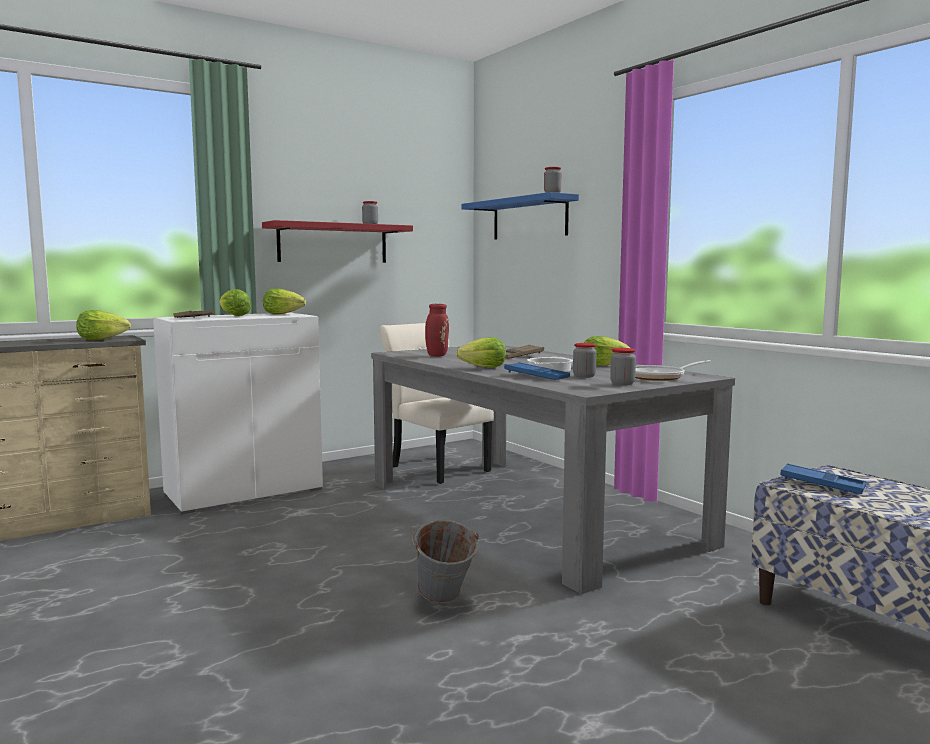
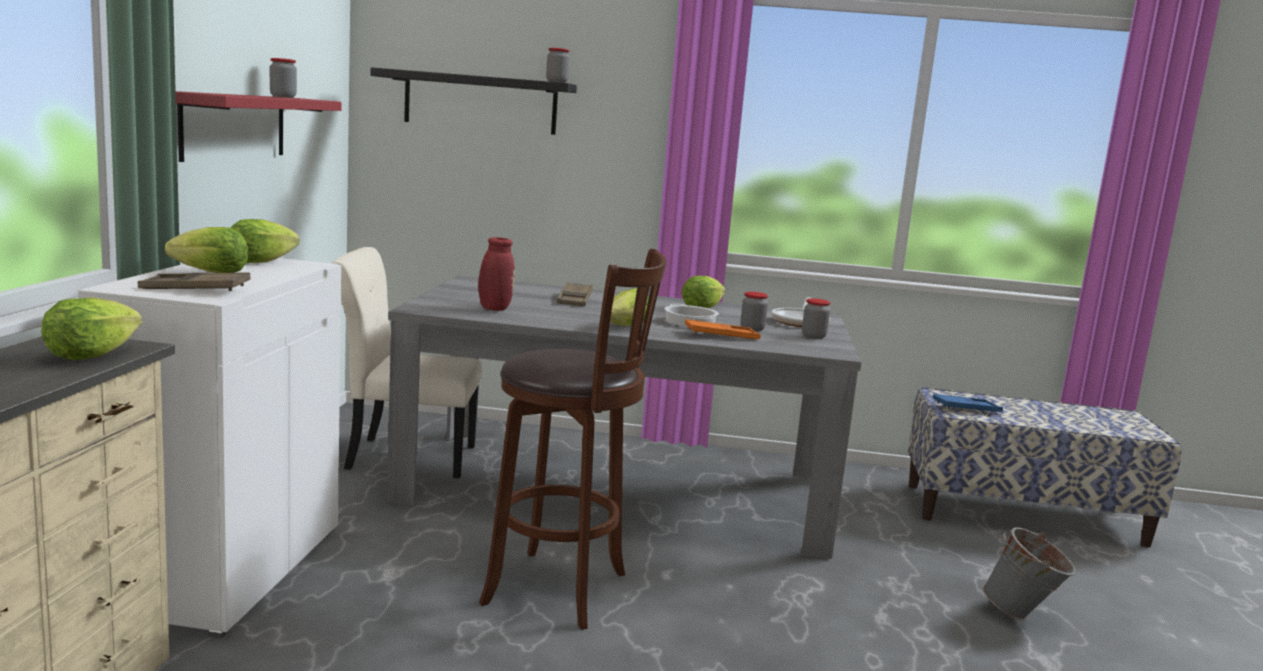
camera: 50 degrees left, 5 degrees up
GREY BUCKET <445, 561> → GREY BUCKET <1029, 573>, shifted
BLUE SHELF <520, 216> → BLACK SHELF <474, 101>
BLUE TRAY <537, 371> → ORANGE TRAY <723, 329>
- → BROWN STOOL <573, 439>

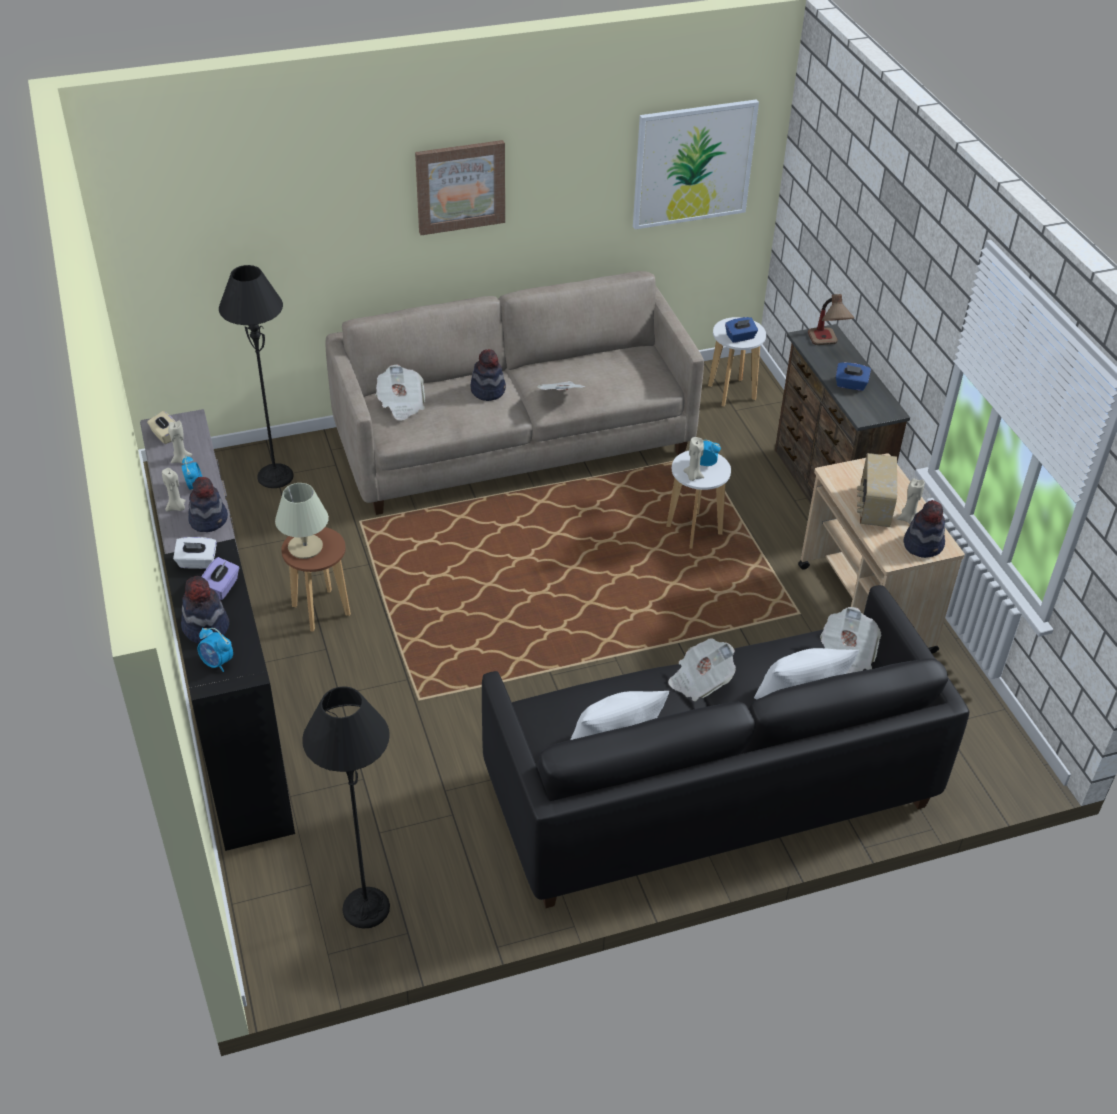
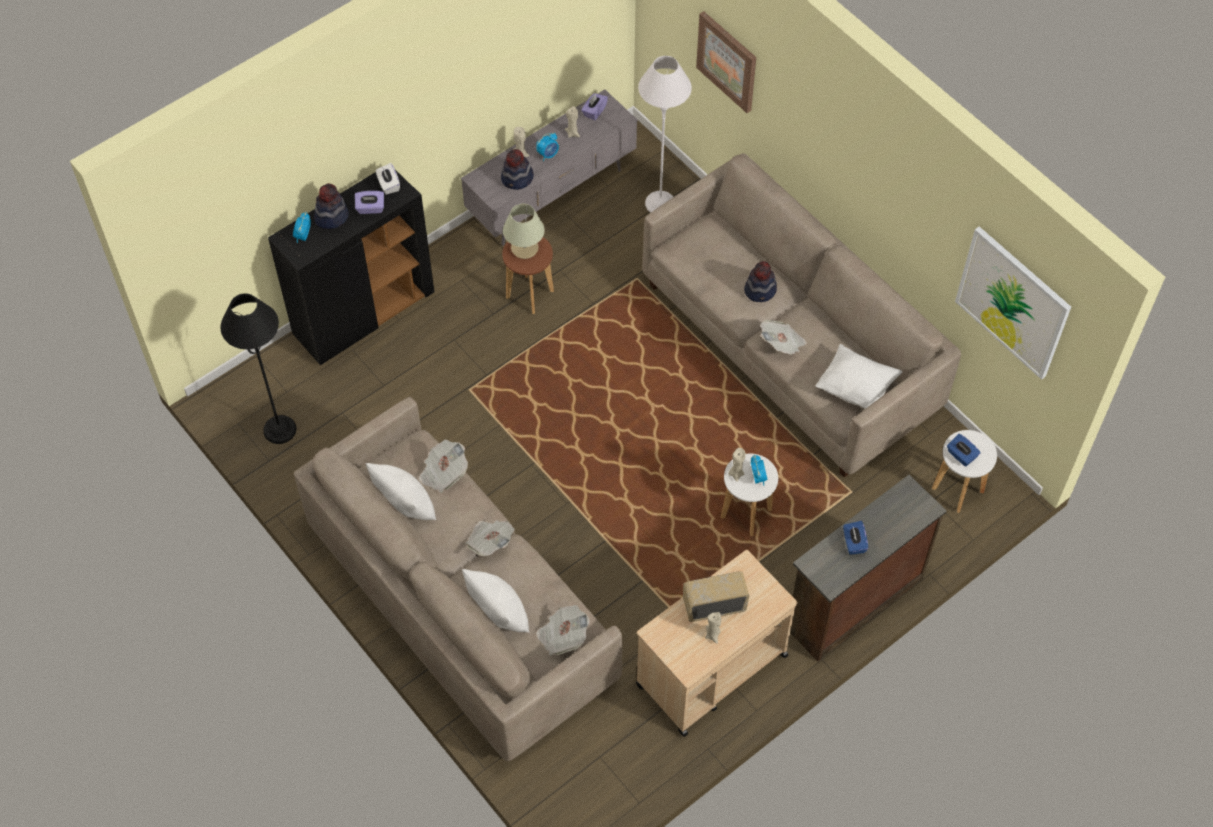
camera: 70 degrees right, 15 degrees up
BEIGE TISSUE BOX <161, 427> → PURPLE TISSUE BOX <594, 107>
BLACK FLOOR LAMP <256, 376> → WHITE FLOOR LAMP <665, 134>
NEWSPAPER <400, 393> → NEWSPAPER <443, 466>, shifted
PICTURE <460, 187> → PICTURE <726, 62>, shifted
BLACK SOFA <725, 746> → BEIGE SOFA <458, 579>
TABLE LAMP <831, 319> → -
HAT <924, 529> → -
- → WHITE PILLOW <859, 376>

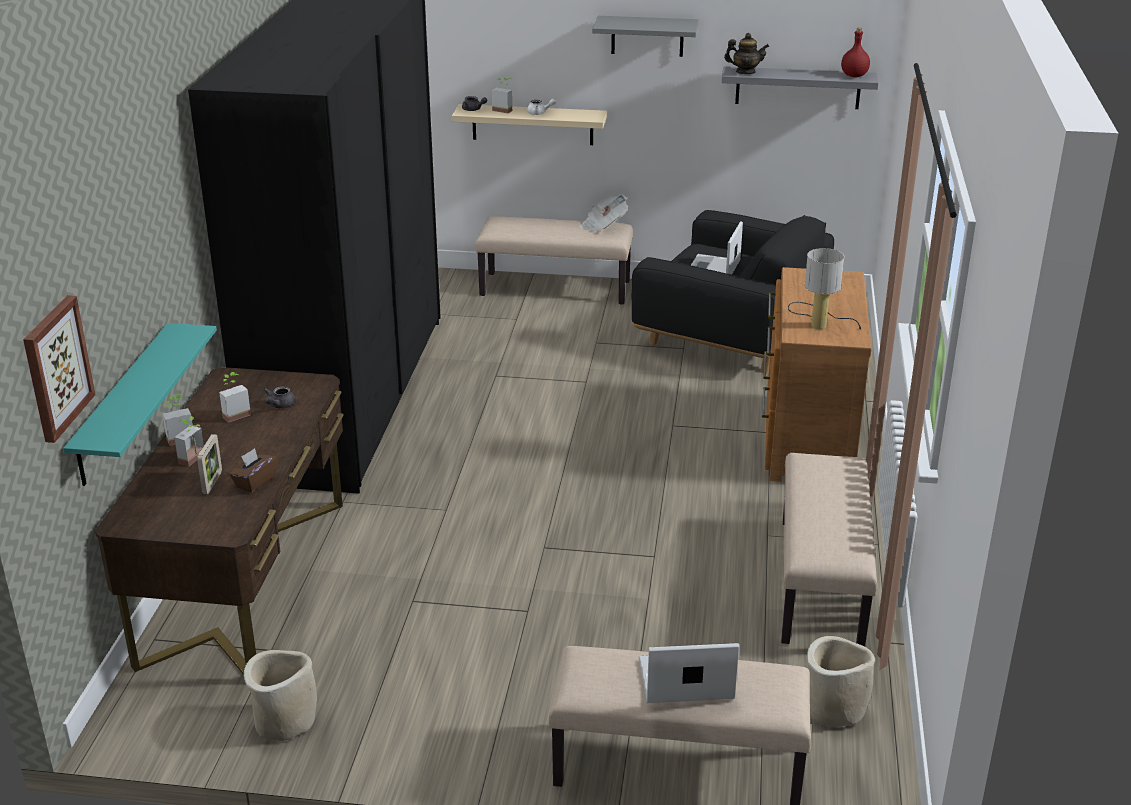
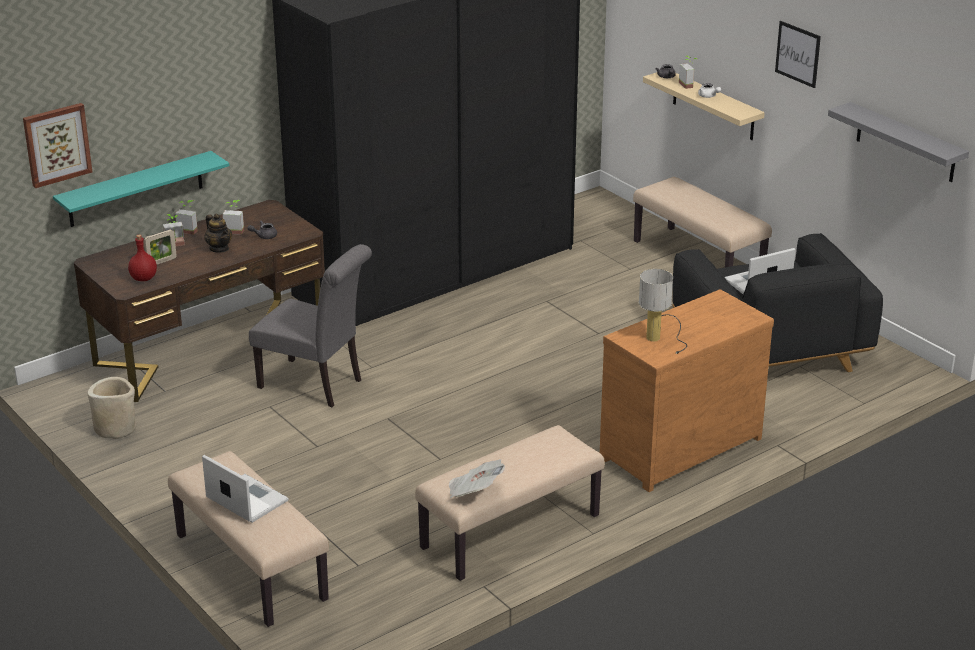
camera: 45 degrees right, 0 degrees up
BROWN TISSUE BOX <253, 470> → -
NEWSPAPER <603, 214> → NEWSPAPER <477, 478>, shifted
GREY SHELF <645, 36> → PICTURE <798, 54>
TEAPOT <746, 53> → TEAPOT <218, 233>, shifted
BEIGE PLANTER <841, 682> → -
RED BOTTLE <855, 52> → RED BOTTLE <142, 258>, shifted
- → GREY CHAIR <310, 325>

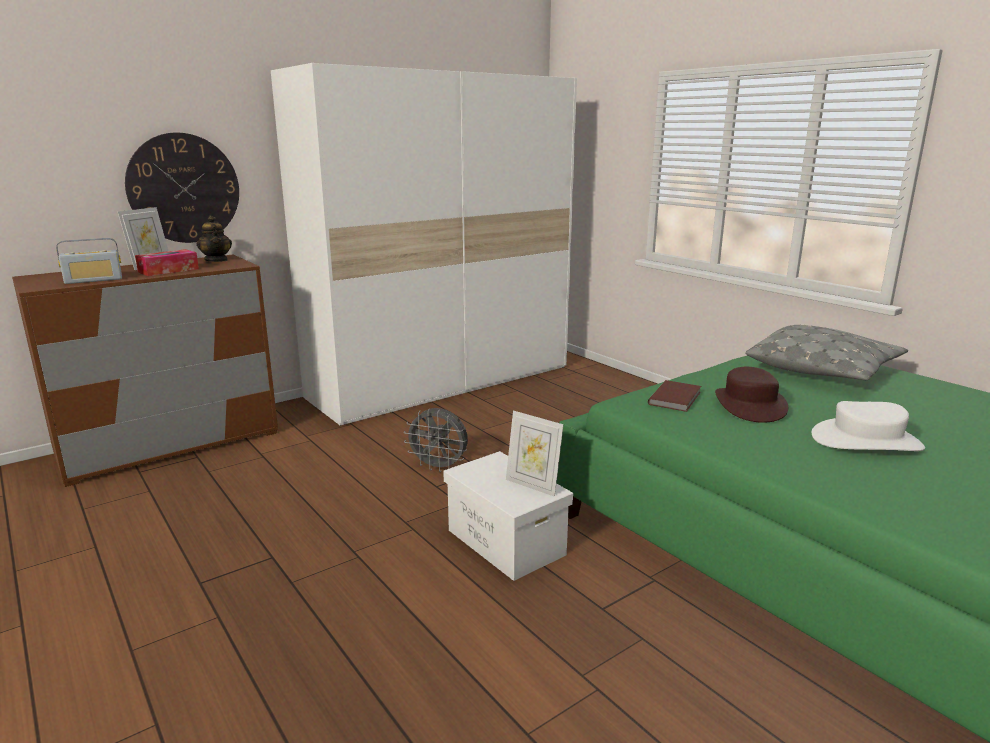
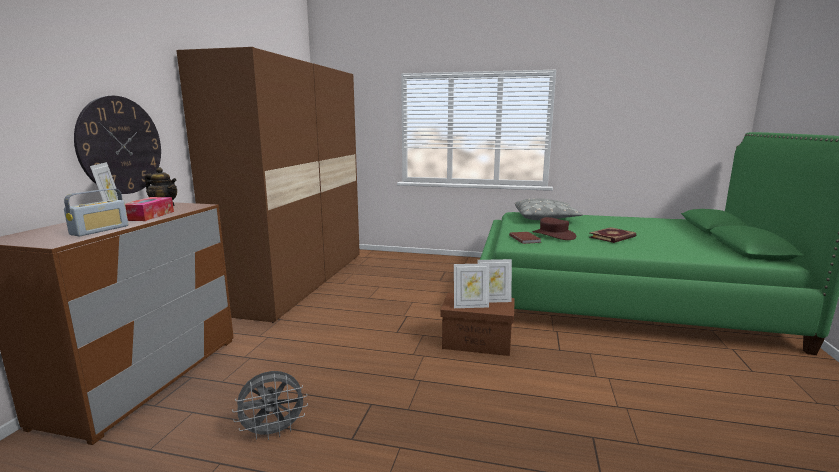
camera: 40 degrees left, 5 degrees down
WHITE WARDROBE <424, 244> → BROWN WARDROBE <268, 185>
GREY FAN <436, 440> → GREY FAN <270, 405>, shifted
WHITE STORAGE BOX <508, 516> → BROWN STORAGE BOX <477, 324>
WHITE HAT <868, 426> → BOOK <612, 235>
- → PICTURE FRAME <471, 285>

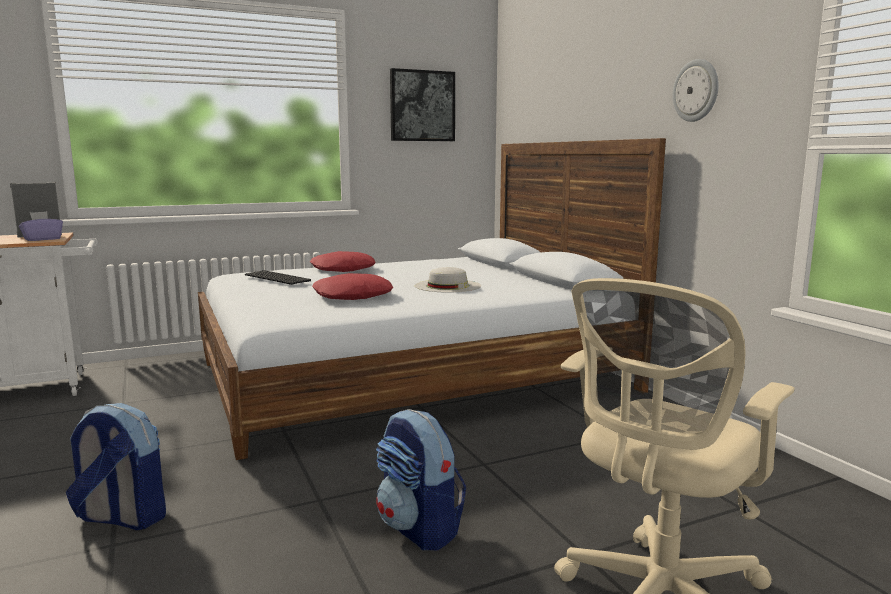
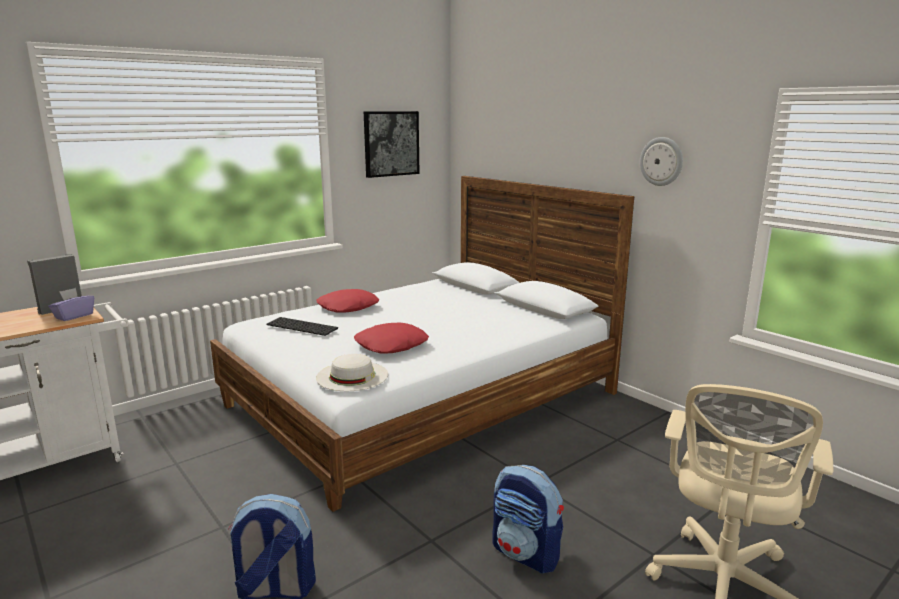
camera: 15 degrees left, 5 degrees up
WHITE HAT <448, 280> → WHITE HAT <352, 372>, shifted

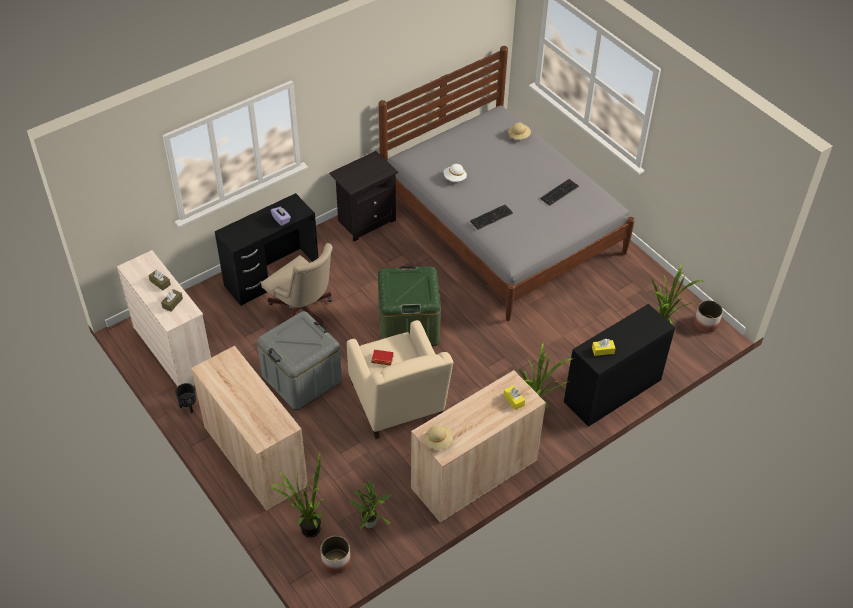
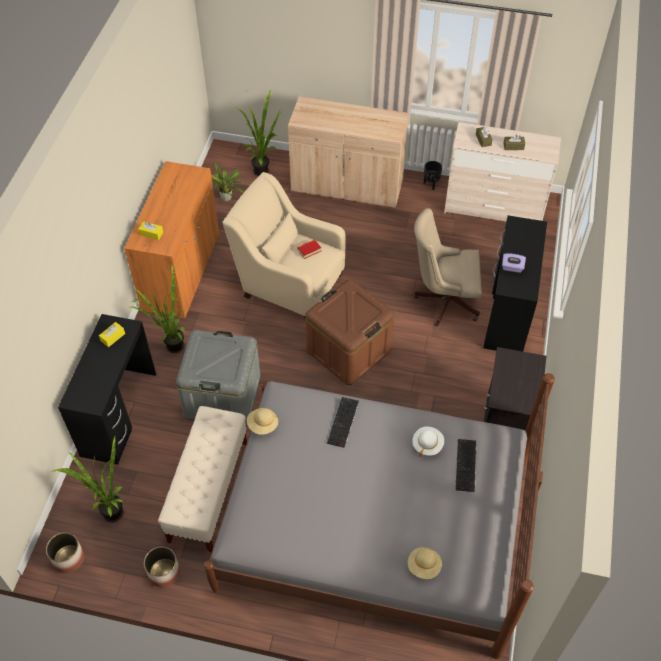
camera: 140 degrees right, 5 degrees up
GREY STORAGE BOX <299, 360> → GREY STORAGE BOX <218, 378>, shifted
PLANTER <335, 555> → PLANTER <162, 567>, shifted
GREEN STORAGE BOX <409, 306> → BROWN STORAGE BOX <350, 332>
BEIGE CABINET <478, 446> → ORANGE CABINET <171, 240>
BEIGE HAT <438, 437> → BEIGE HAT <262, 421>, shifted
KEYBOARD <559, 192> → KEYBOARD <466, 465>, shifted
- → BEIGE BENCH <202, 479>

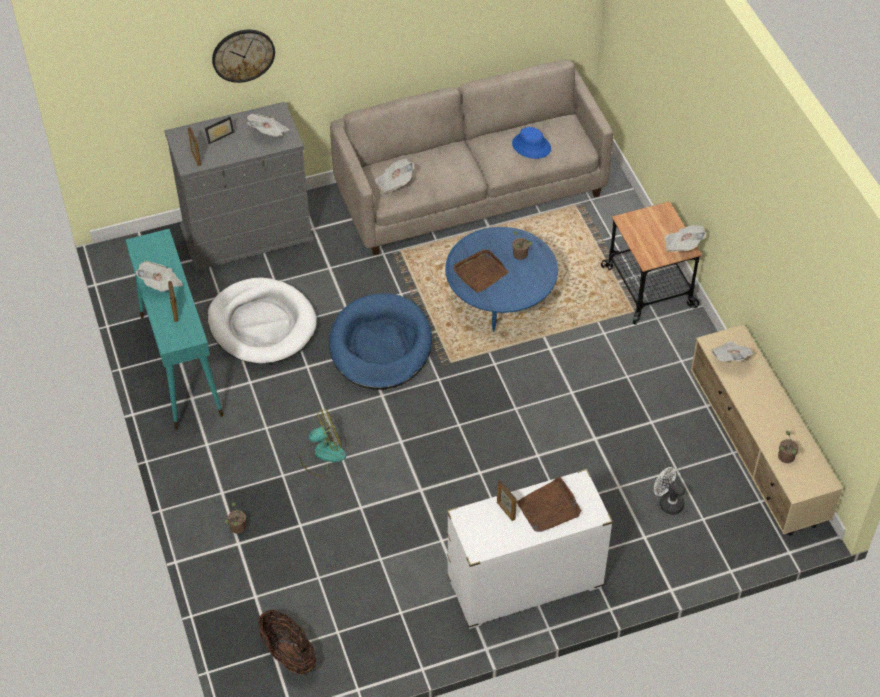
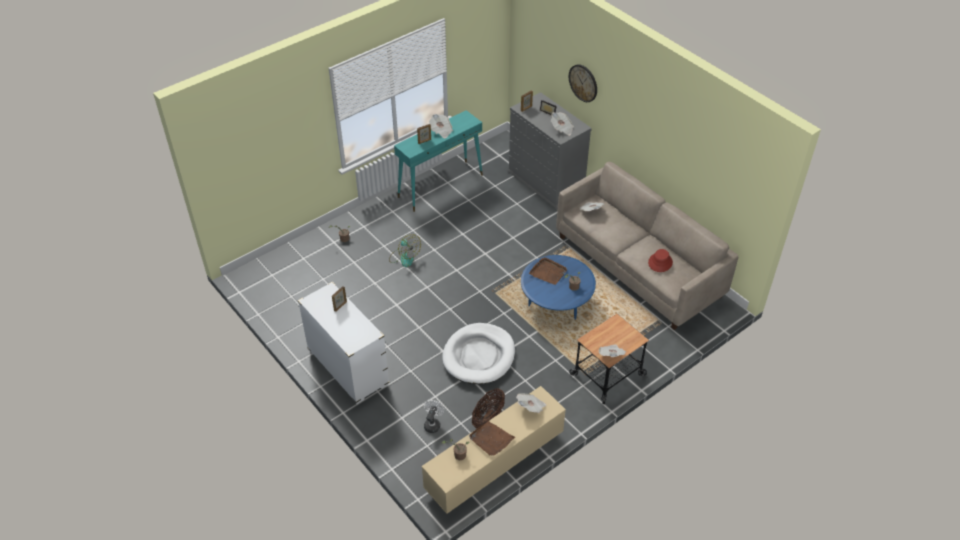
camera: 70 degrees right, 5 degrees down
WHITE DOG BED <262, 320> → WHITE DOG BED <478, 353>, shifted
BASKET <287, 642> → BASKET <488, 408>, shifted
BLUE DOG BED <380, 341> → -
BLUE HAT <531, 143> → RED HAT <660, 260>
BROWN TRAY <549, 504> → BROWN TRAY <492, 438>, shifted

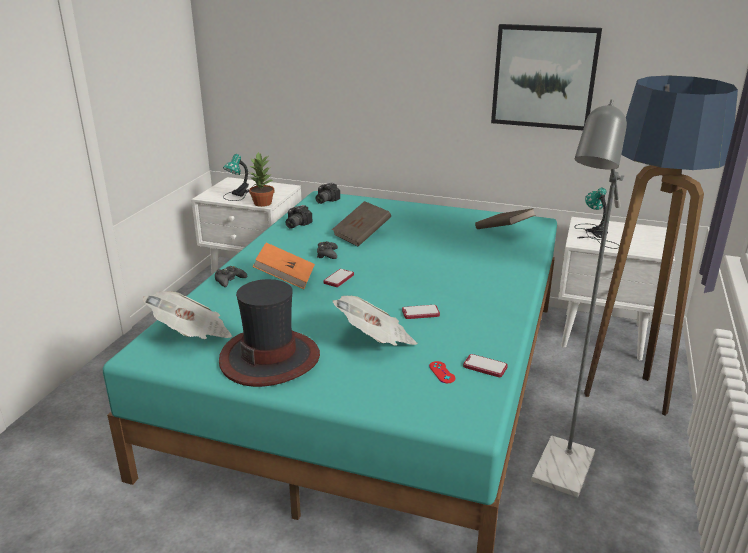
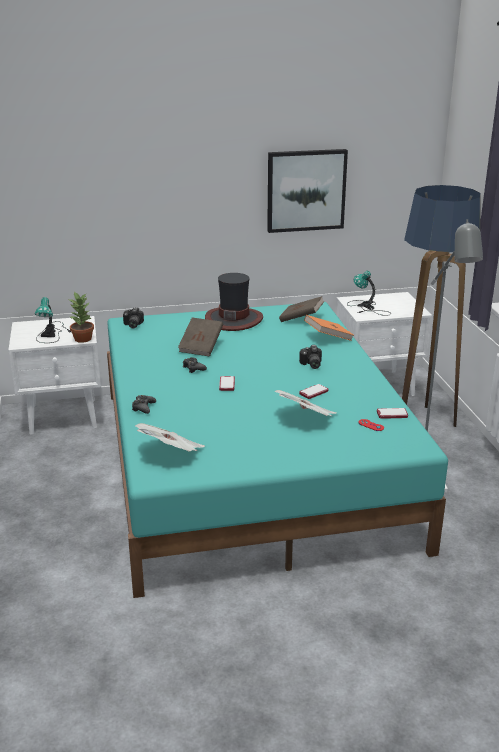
camera: 30 degrees left, 0 degrees up
HAT <269, 333> → HAT <234, 302>, shifted
ORANGE BOOK <284, 266> → ORANGE BOOK <328, 328>, shifted
PHOTO CAMERA <298, 217> → PHOTO CAMERA <310, 357>, shifted

